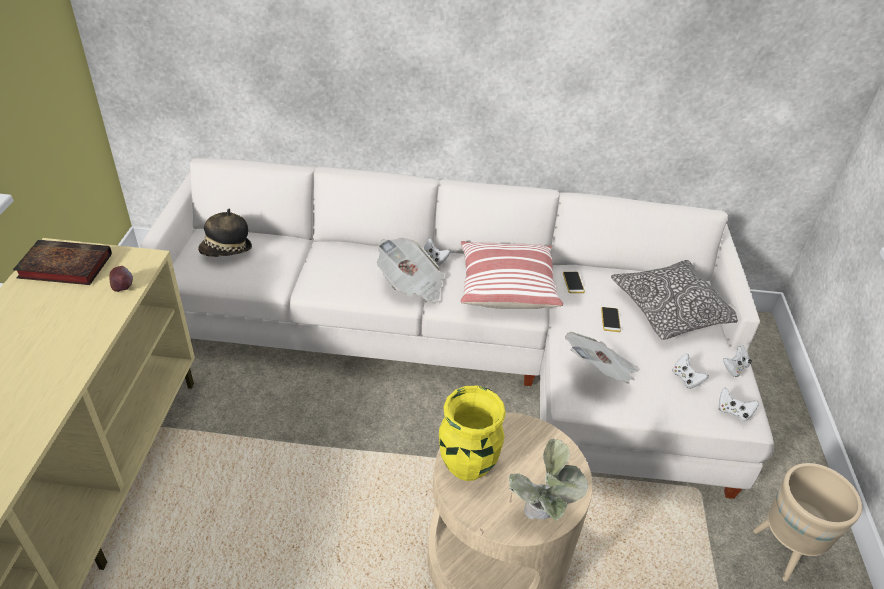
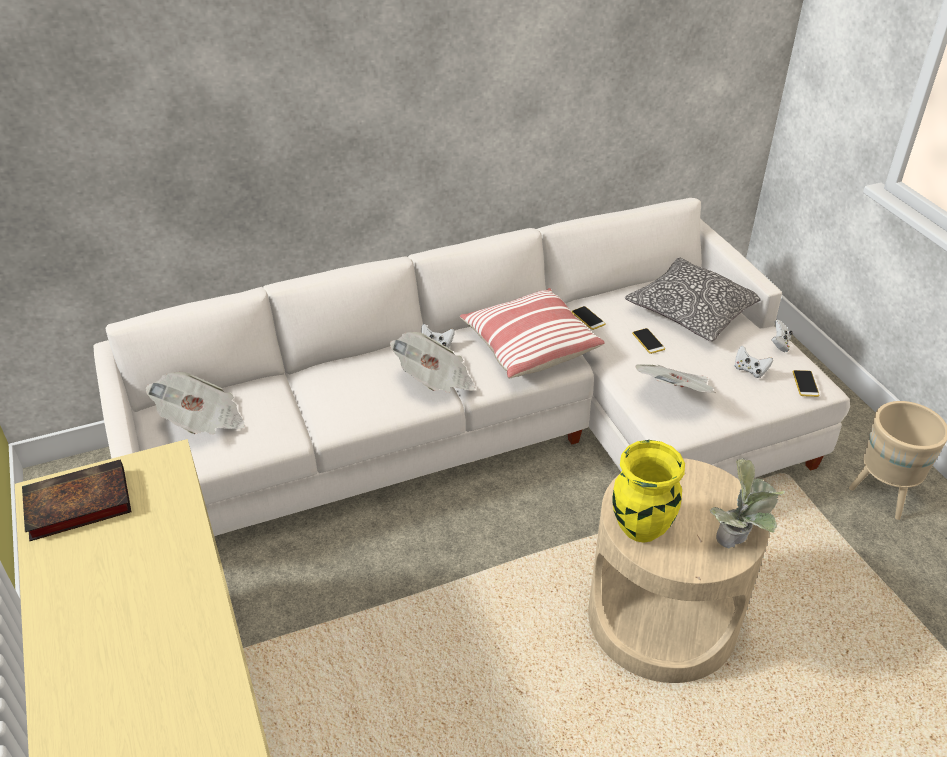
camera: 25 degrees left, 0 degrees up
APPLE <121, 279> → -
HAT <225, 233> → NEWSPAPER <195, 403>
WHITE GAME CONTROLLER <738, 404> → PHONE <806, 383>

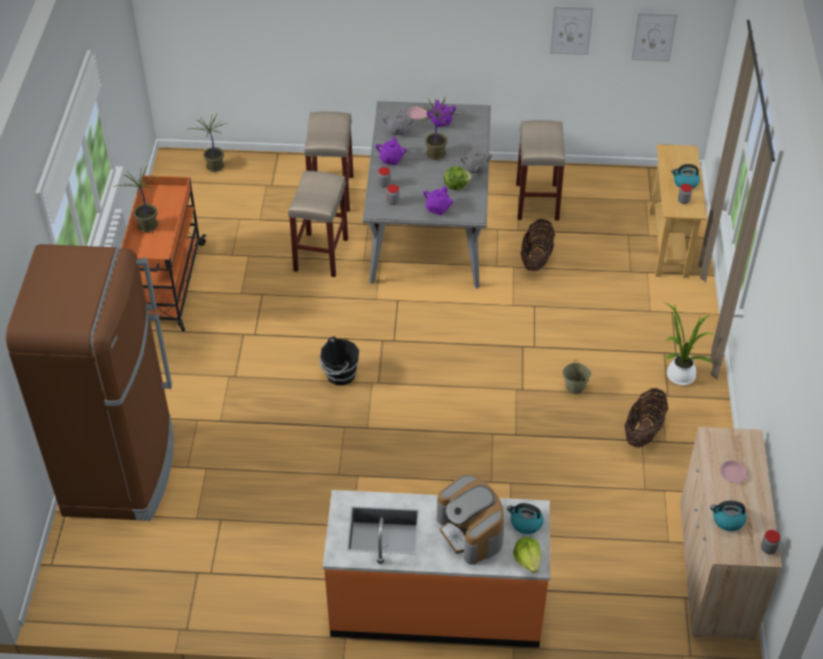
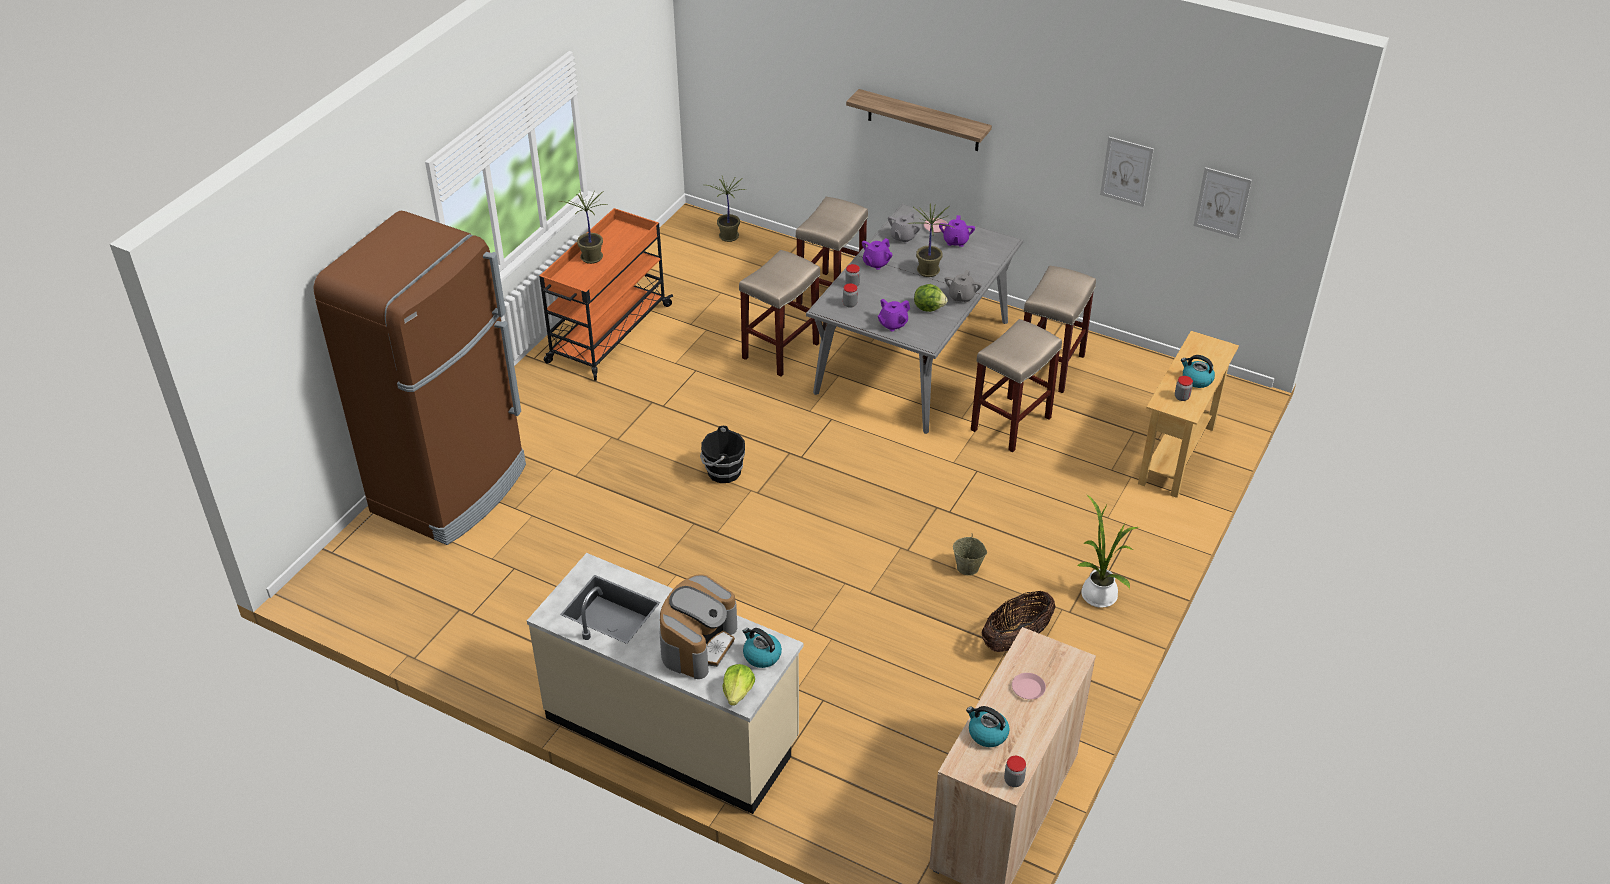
camera: 25 degrees right, 5 degrees down
ORANGE COUNTER <436, 569> → BEIGE COUNTER <665, 683>
COFFEE MACHINE <470, 519> → COFFEE MACHINE <698, 626>, 150 degrees counterclockwise
BASKET <537, 245> → BEIGE STOOL <1016, 385>
- → SHELF <919, 120>

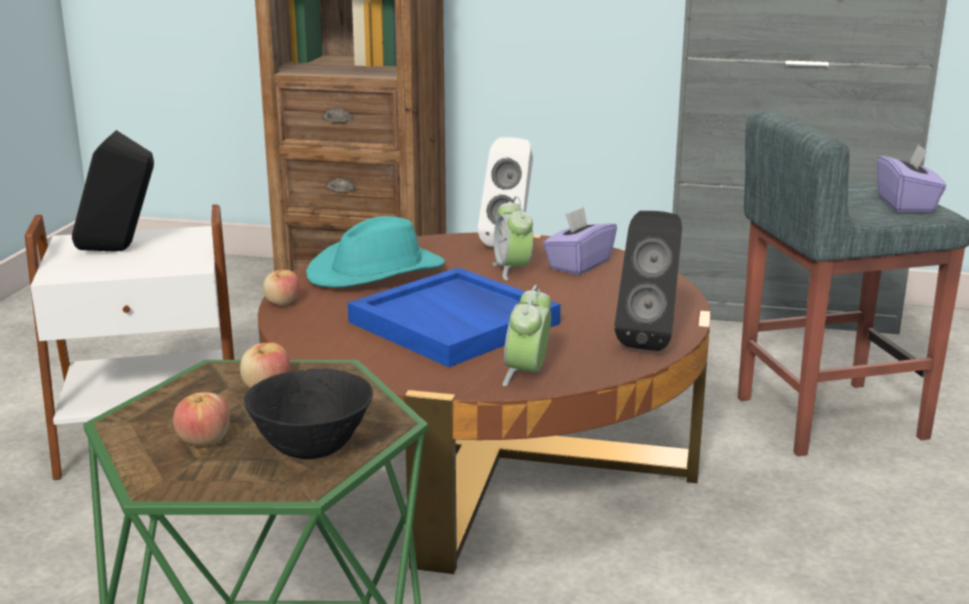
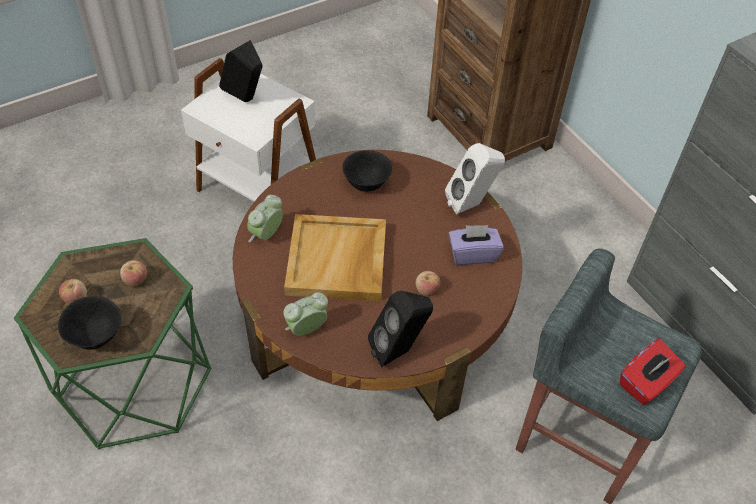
camera: 45 degrees right, 30 degrees up
APPLE <281, 288> → APPLE <428, 283>, shifted
TURQUOISE HAT <375, 251> → BLACK BOWL <367, 171>
BLUE TRAY <454, 317> → BEIGE TRAY <335, 257>
ALARM CLOCK <513, 238> → ALARM CLOCK <265, 218>, shifted
PURPLE TISSUE BOX <911, 178> → RED TISSUE BOX <652, 371>

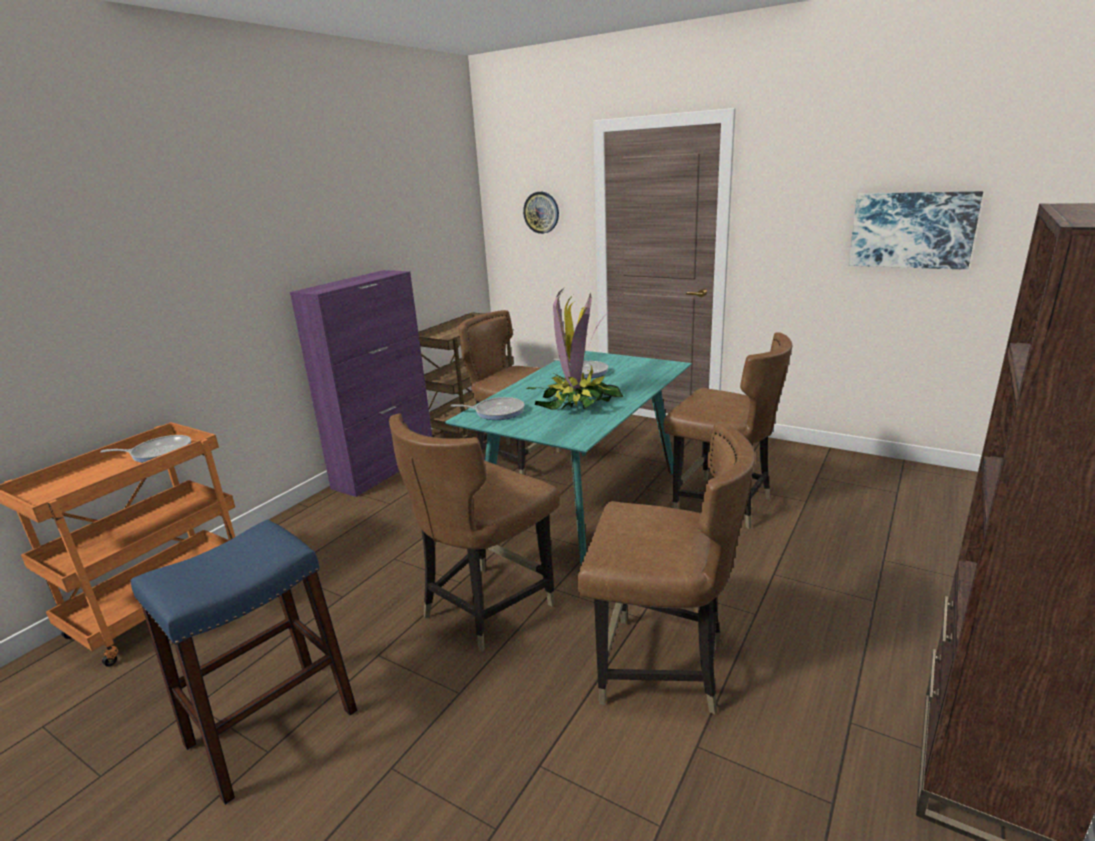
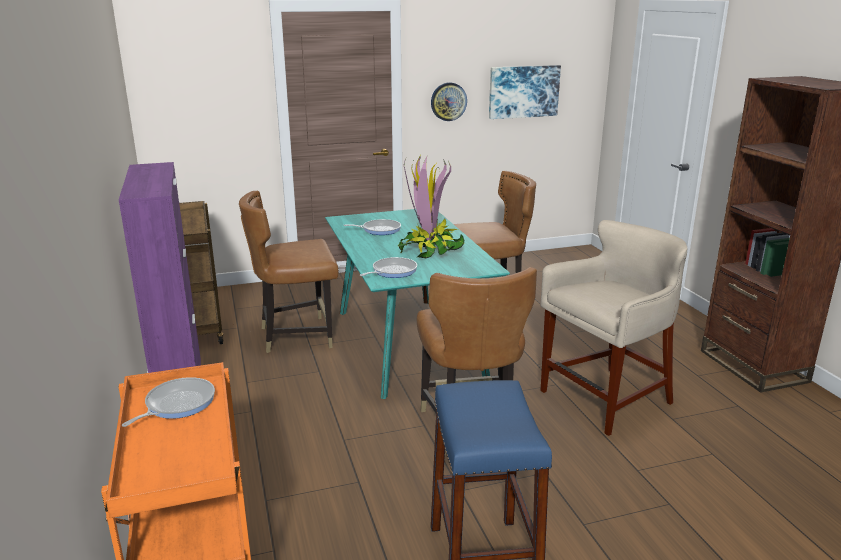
camera: 50 degrees left, 0 degrees up
WALL CLOCK <541, 213> → WALL CLOCK <449, 101>, shifted
BROWN CHAIR <666, 568> → BEIGE STOOL <614, 328>

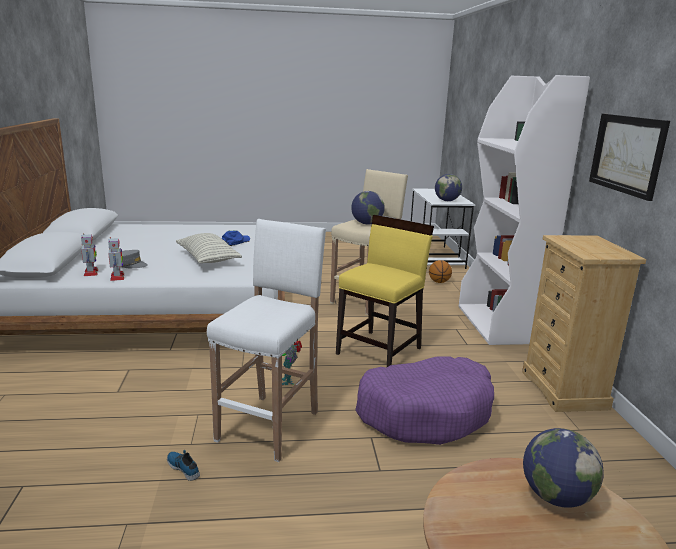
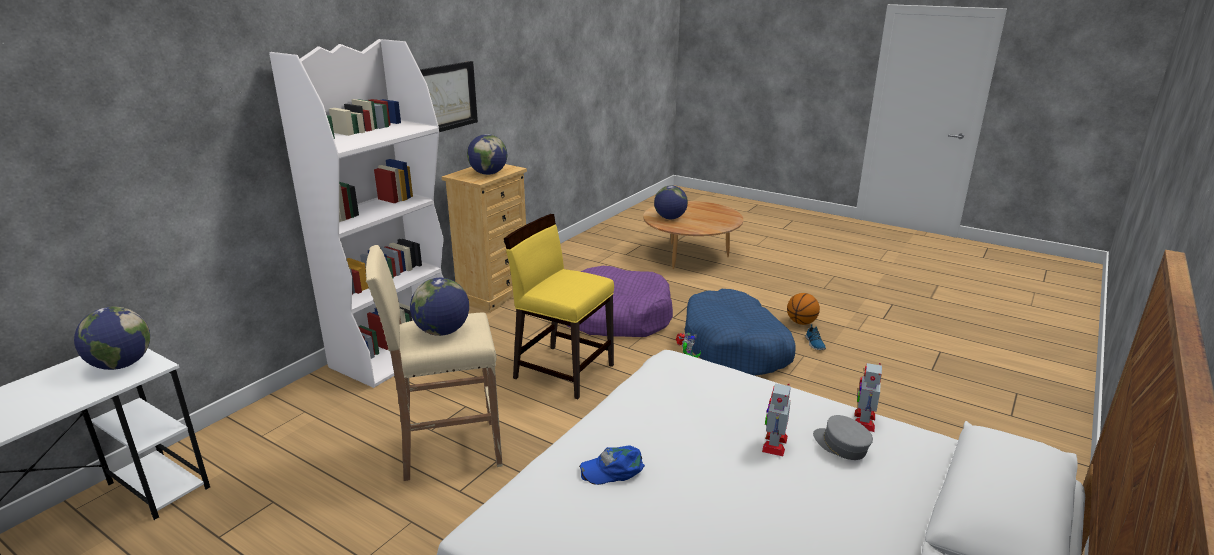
camera: 140 degrees left, 5 degrees up
TOY ROBOT <89, 254> → TOY ROBOT <776, 419>, shifted
PILLOW <209, 248> → -
WHITE STOOL <266, 340> → BLUE DOG BED <740, 332>
YELLOW CHAIR <385, 291> → YELLOW CHAIR <559, 306>, 45 degrees clockwise
BASKETBALL <440, 271> → BASKETBALL <803, 309>, shifted
- → GLOBE <487, 154>

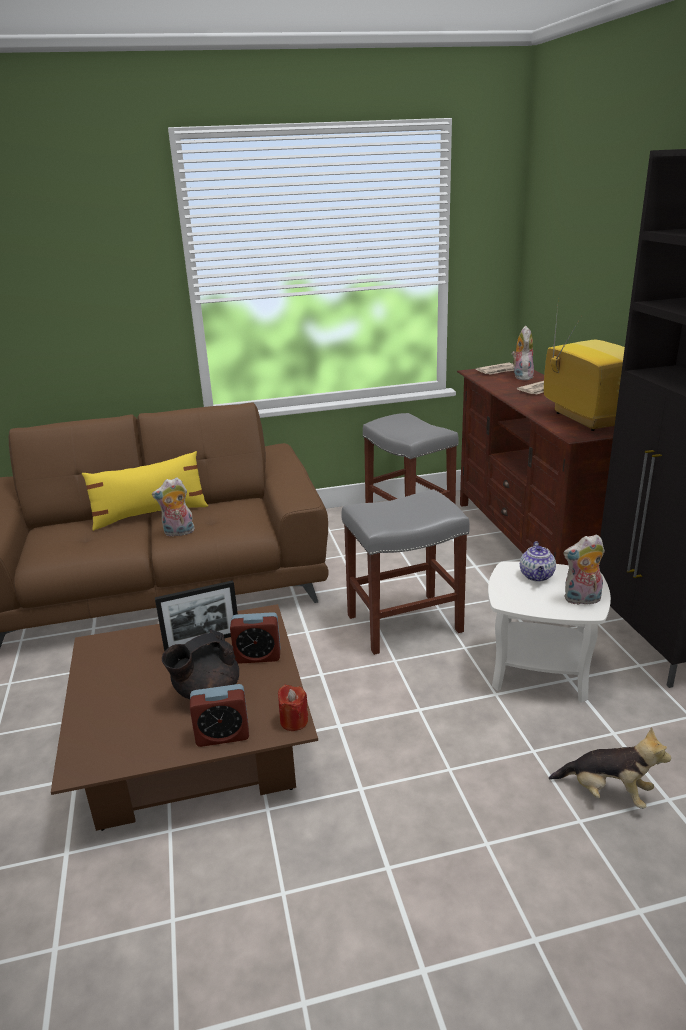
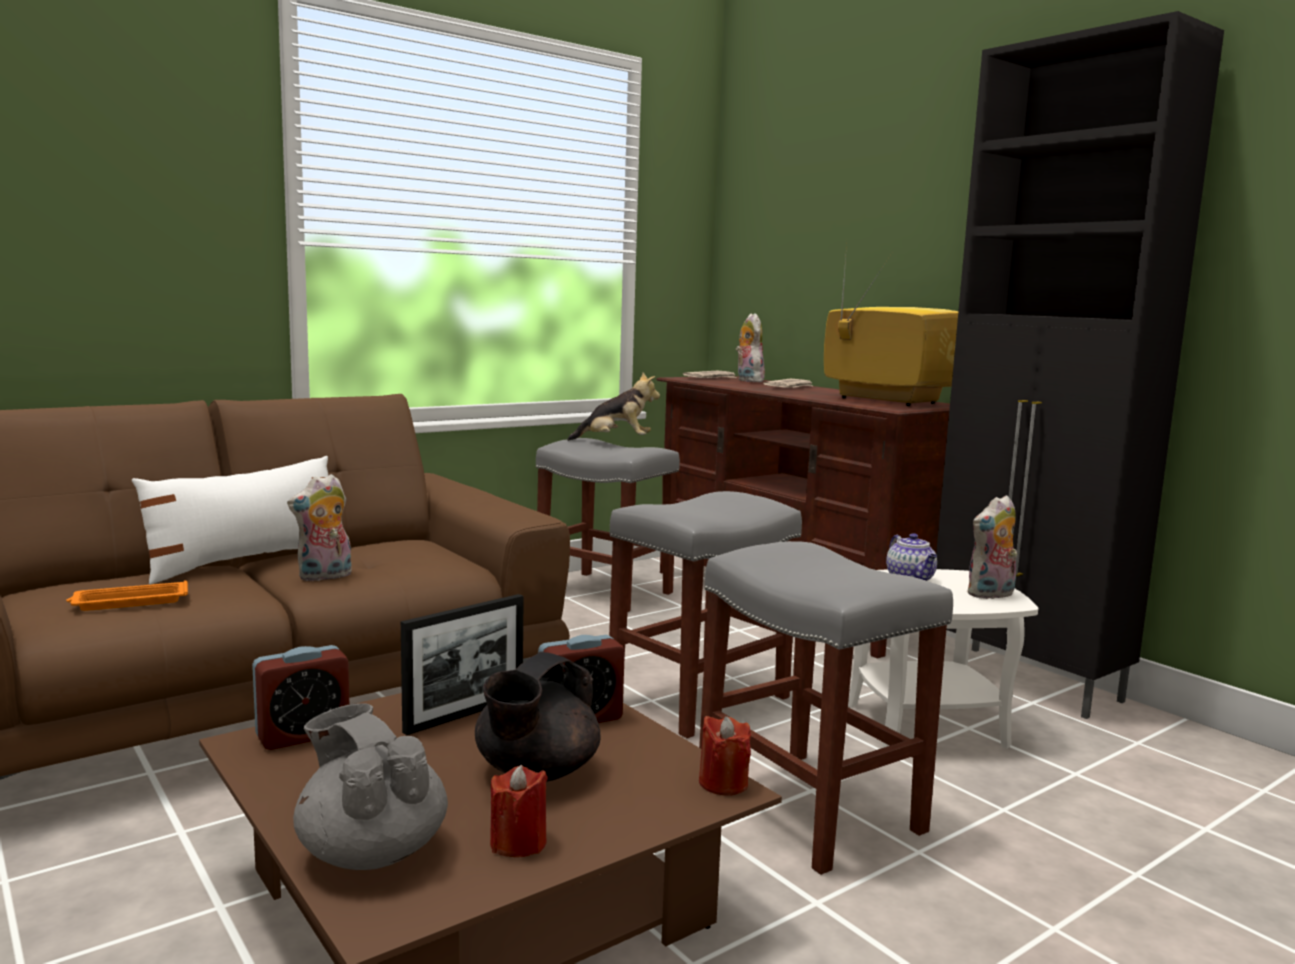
camera: 25 degrees left, 15 degrees down
YELLOW PILLOW <145, 491> → WHITE PILLOW <230, 520>
ALARM CLOCK <219, 715> → ALARM CLOCK <300, 697>, shifted
PLUSH TOY <610, 768> → PLUSH TOY <613, 407>, shifted
- → ORANGE TRAY <127, 595>
- → GREY TEAPOT <370, 786>
- → RED CANDLE <519, 811>
- → GREY STOOL <826, 708>

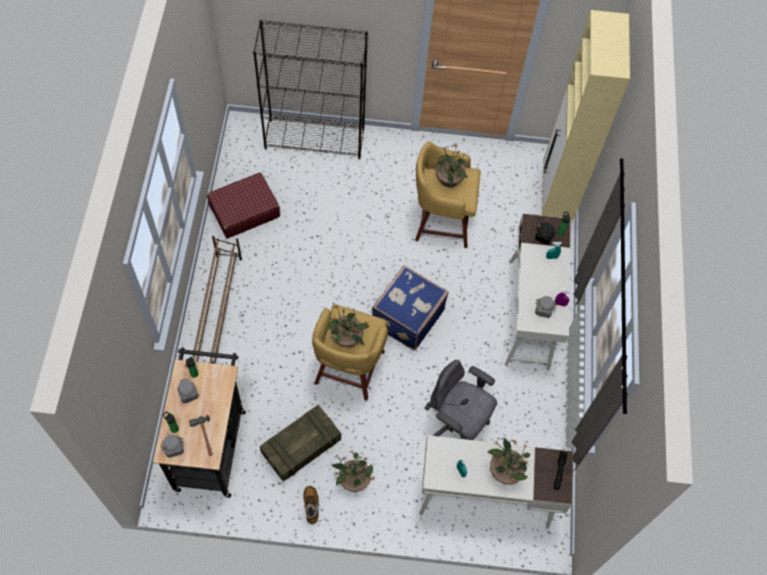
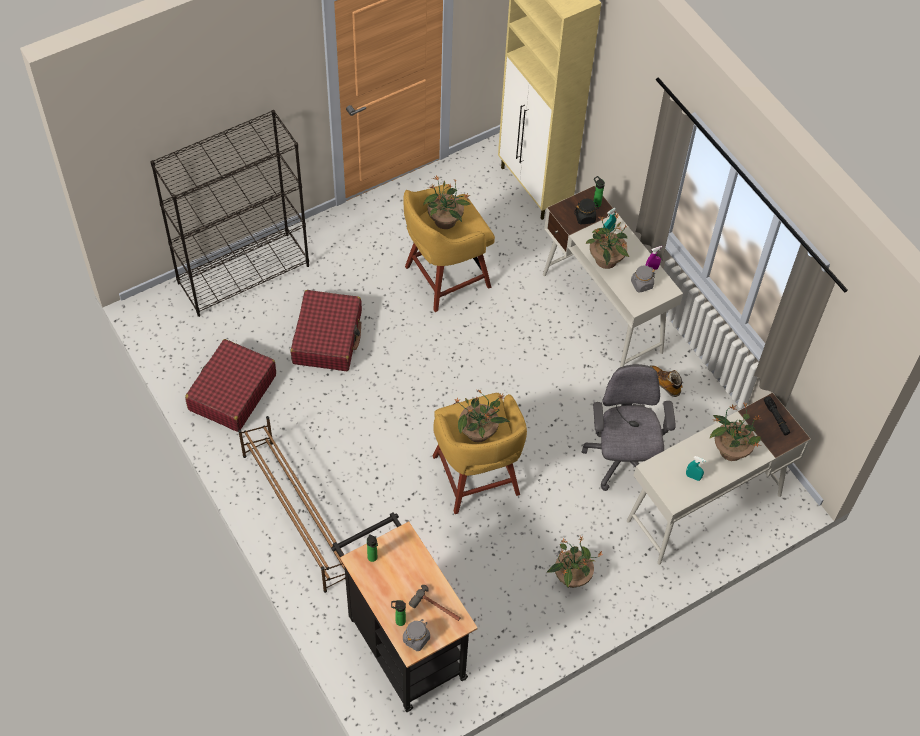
camera: 35 degrees left, 5 degrees down
GREY JAR <188, 390> → -
CRATE <300, 443> → -
BOOT <311, 505> → BOOT <666, 381>, shifted
BLUE SUITCASE <410, 307> → -
GREY OFFICE CHAIR <460, 400> → GREY OFFICE CHAIR <629, 427>, 90 degrees clockwise
- → RED SUITCASE <326, 330>
- → POTTED PLANT <607, 241>

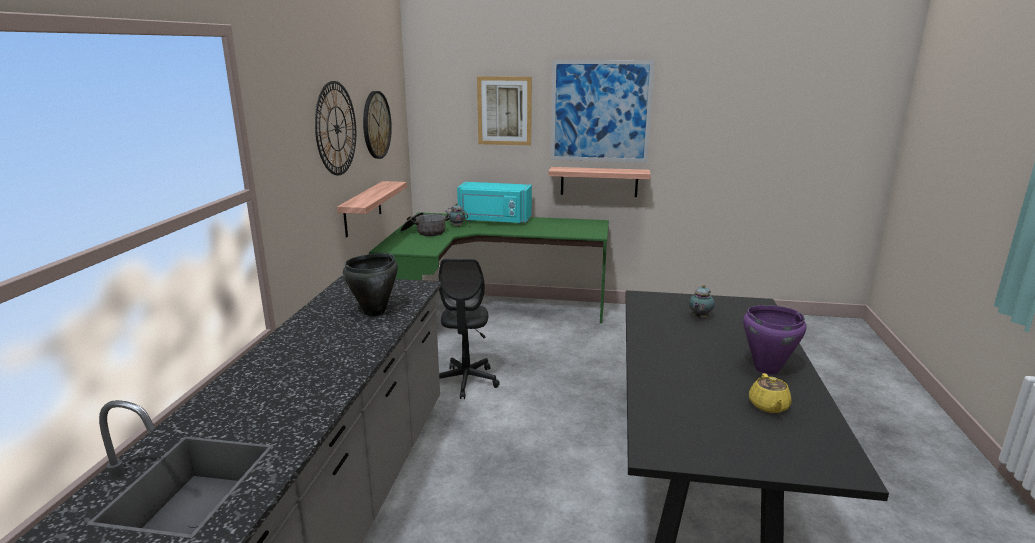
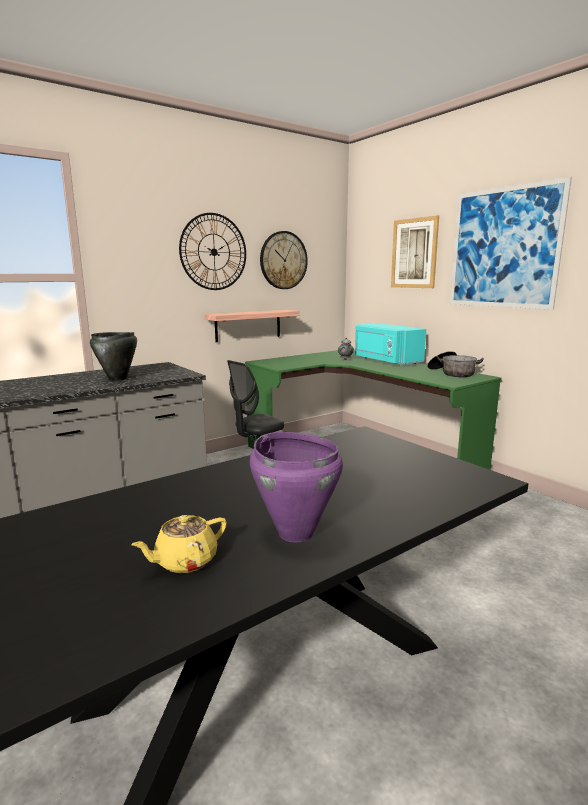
camera: 45 degrees right, 5 degrees down
COOKING POT <425, 224> → COOKING POT <455, 364>, shifted
SHELF <600, 182> → -
TEAPOT <702, 301> → -

